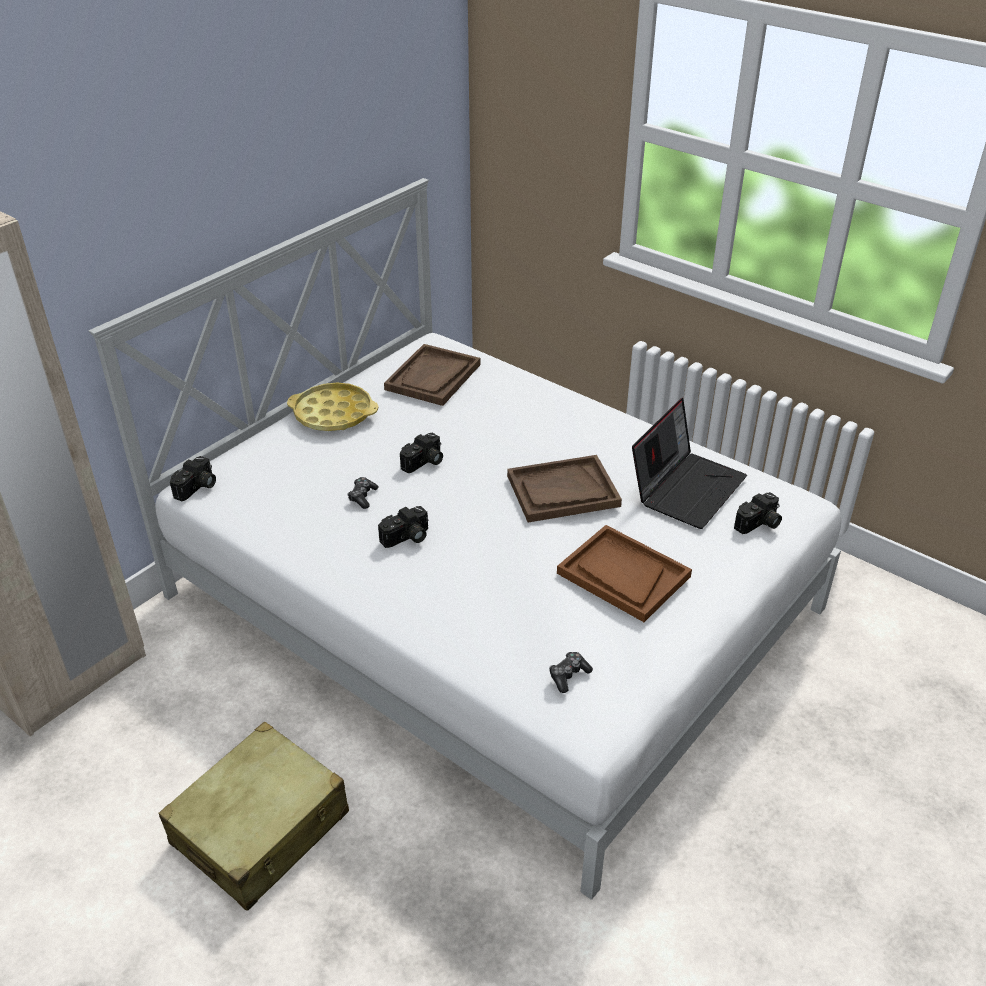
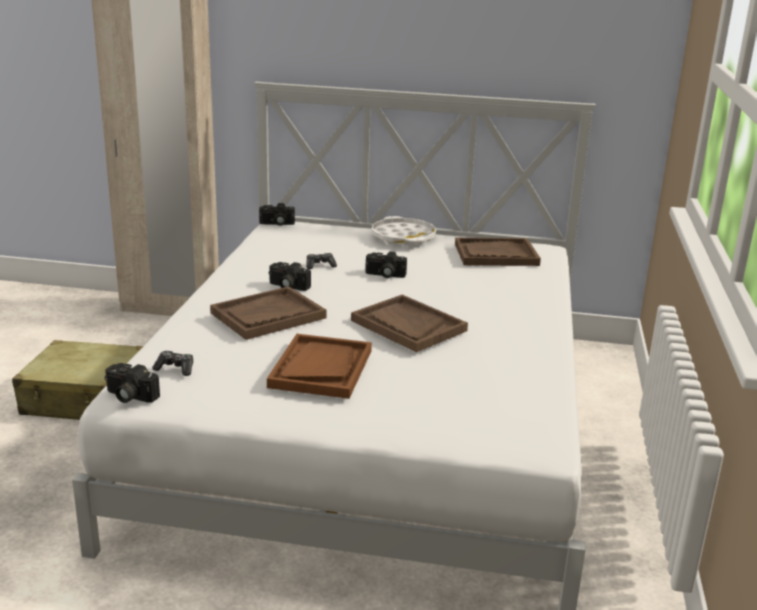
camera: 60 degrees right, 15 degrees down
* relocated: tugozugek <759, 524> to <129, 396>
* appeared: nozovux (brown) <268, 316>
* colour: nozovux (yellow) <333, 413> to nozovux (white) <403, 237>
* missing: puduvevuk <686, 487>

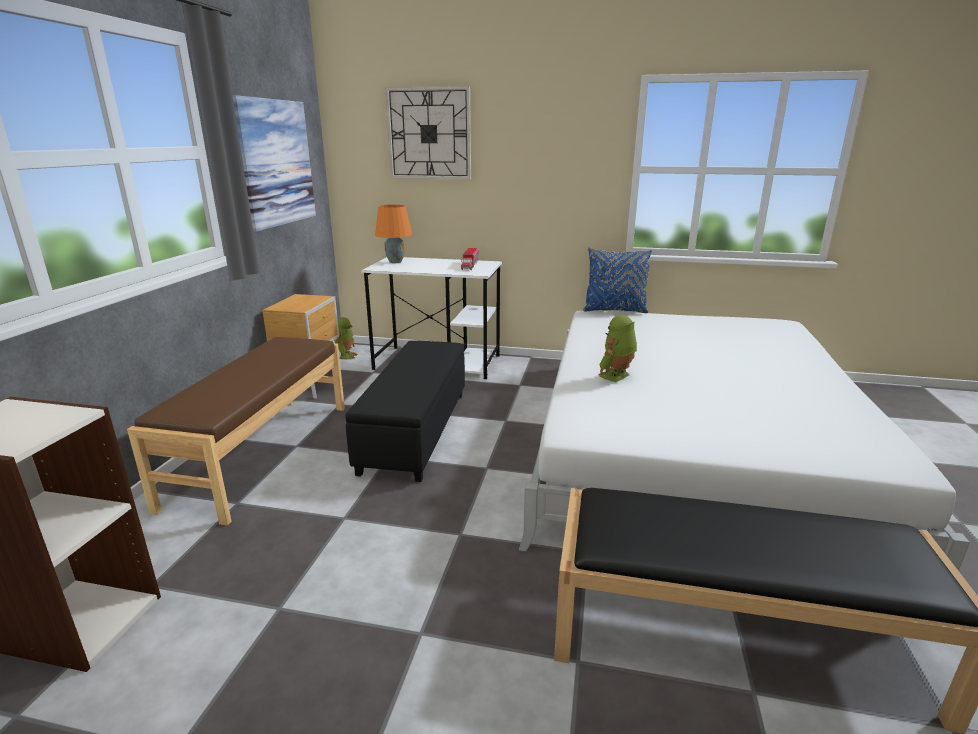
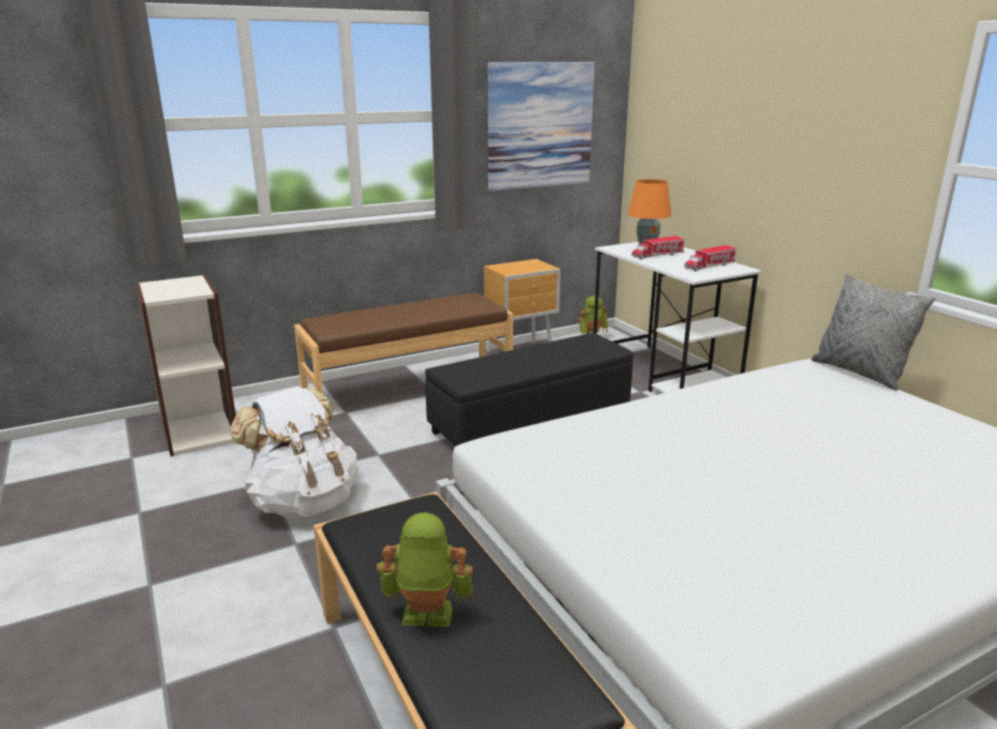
camera: 50 degrees right, 0 degrees up
* appeared: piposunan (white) <304, 501>
* relocated: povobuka <617, 377> to <426, 617>
* appeared: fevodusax <657, 255>
* colour: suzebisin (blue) <614, 310> to suzebisin (grey) <859, 373>
* missing: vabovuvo <429, 134>

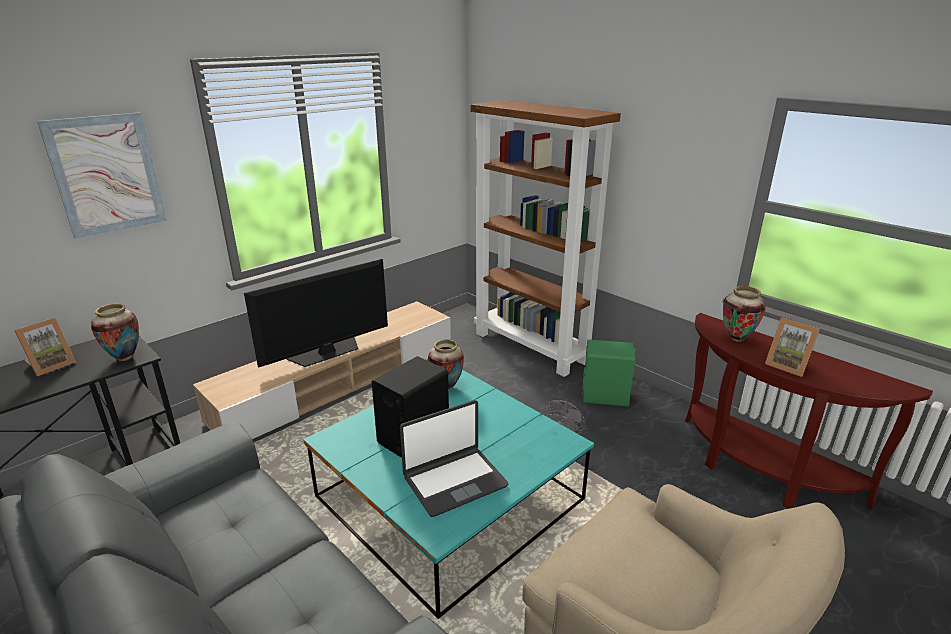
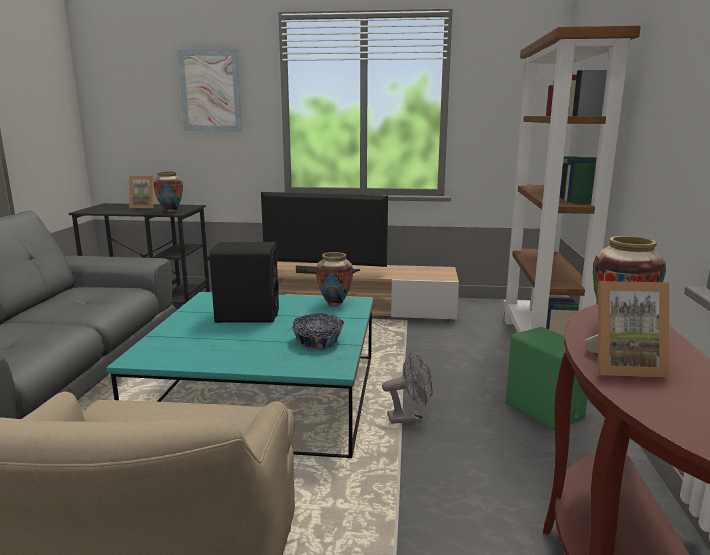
camera: 50 degrees right, 10 degrees down
* appeared: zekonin <317, 341>
* spun: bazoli <787, 365> = <623, 366> 90 degrees counterclockwise
* missing: puduvevuk <454, 481>

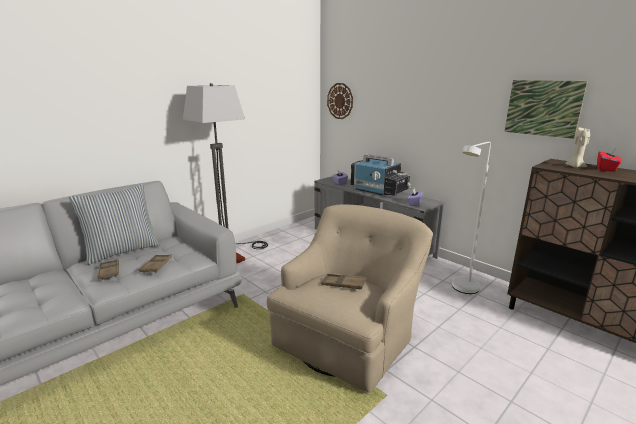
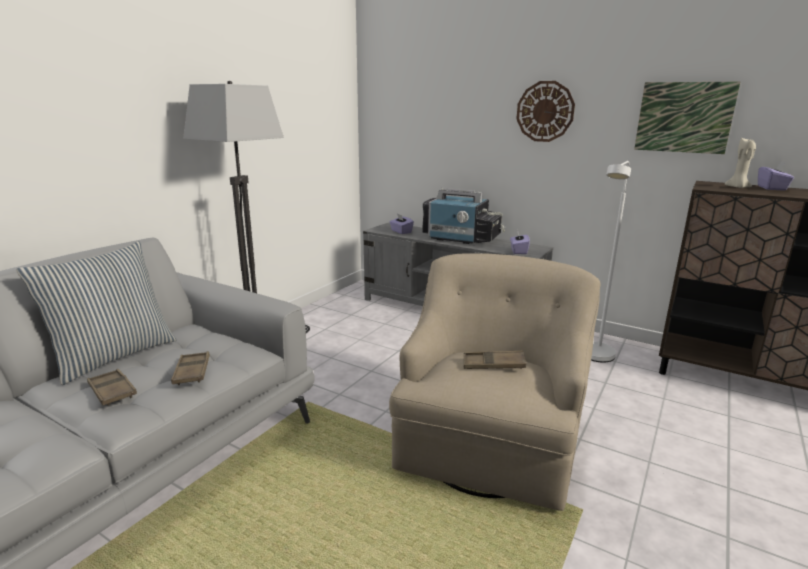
camera: 15 degrees left, 0 degrees up
* relocated: vabovuvo <340, 101> to <545, 111>
* colour: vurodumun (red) <606, 169> to vurodumun (purple) <772, 188>

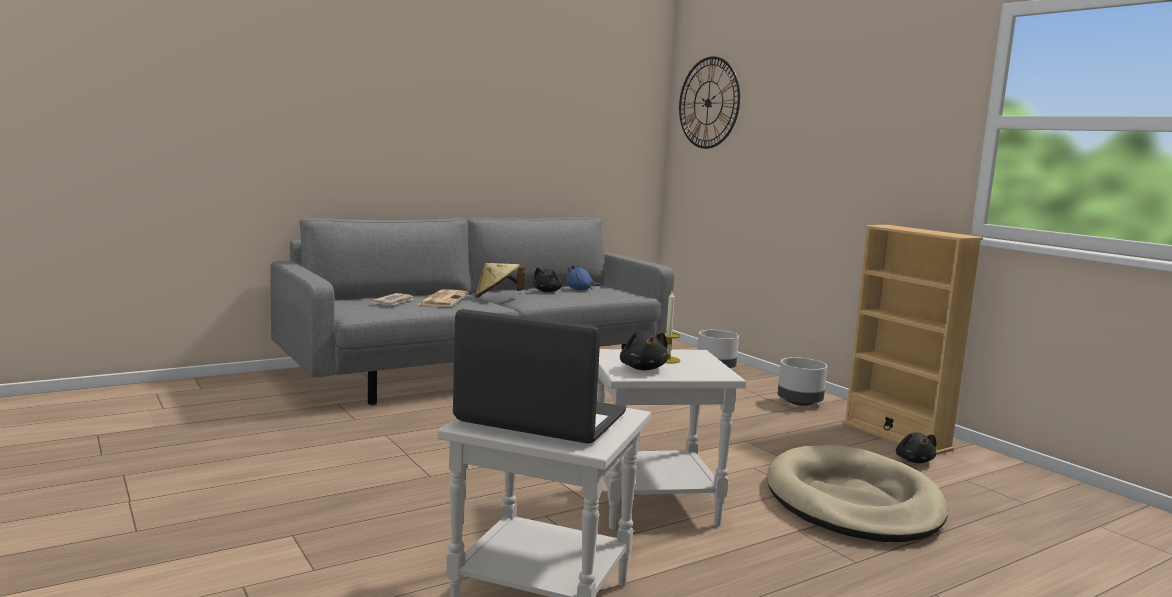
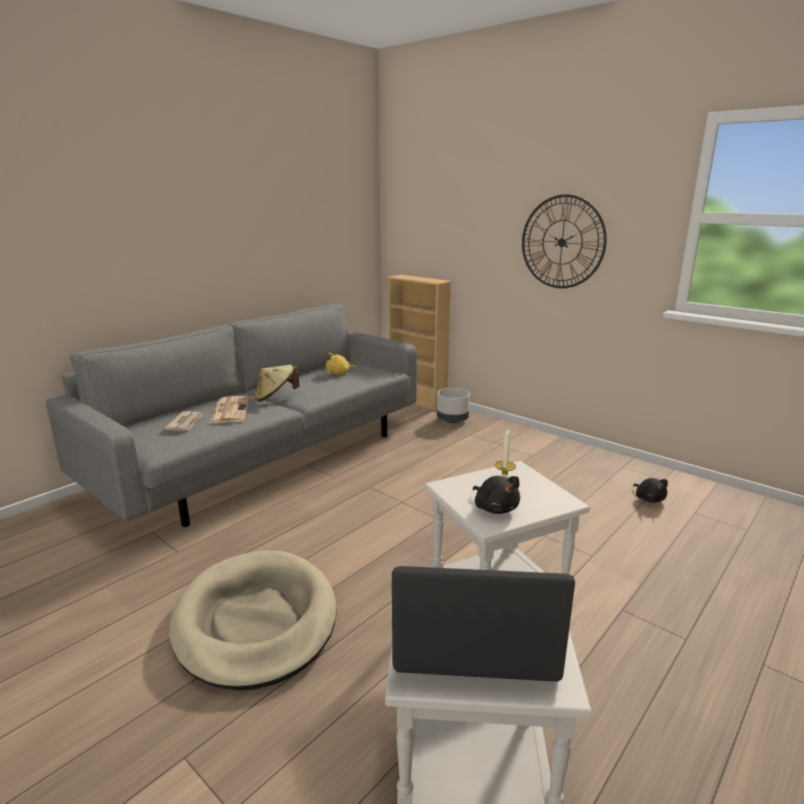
camera: 15 degrees left, 10 degrees up
* relocated: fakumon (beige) <853, 502> to <256, 622>
* colour: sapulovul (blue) <580, 290> to sapulovul (yellow) <339, 373>
* relocated: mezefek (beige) <895, 436> to <417, 400>
* relocated: vabovuvo <708, 103> to <562, 242>
* missing: sapulovul (black) <547, 291>
* missing: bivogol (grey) <800, 403>

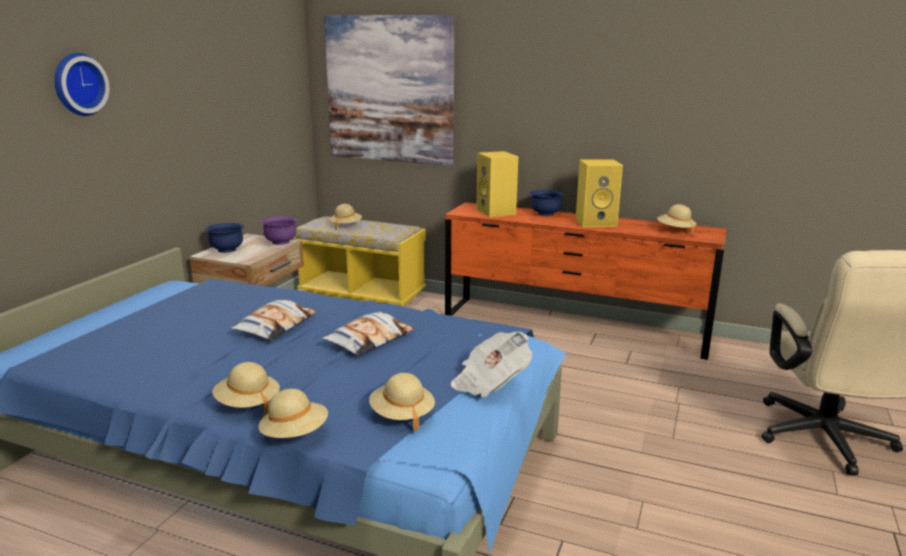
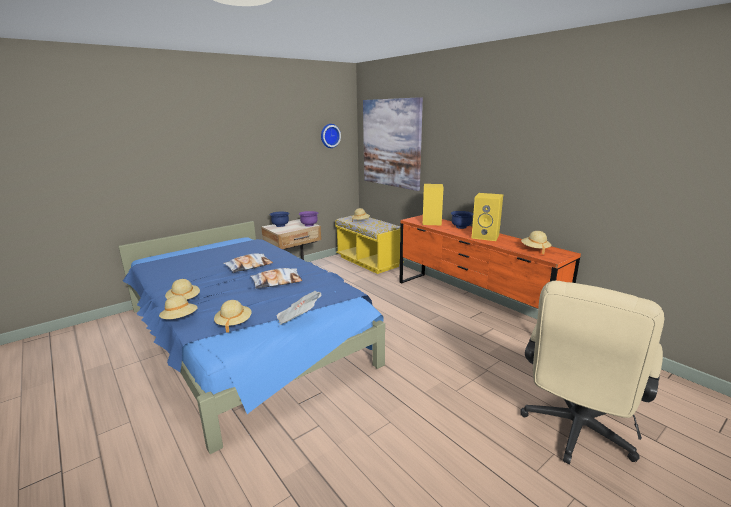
camera: 30 degrees right, 0 degrees up
* relocated: vabovuvo <78, 84> to <329, 136>

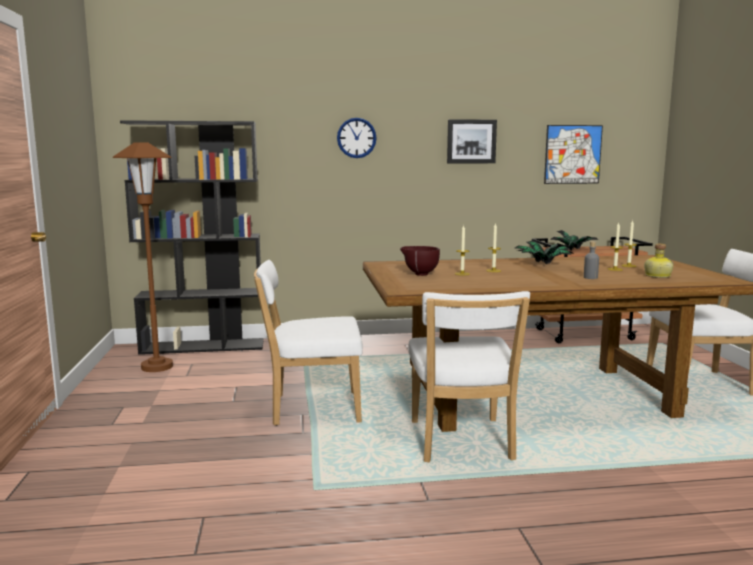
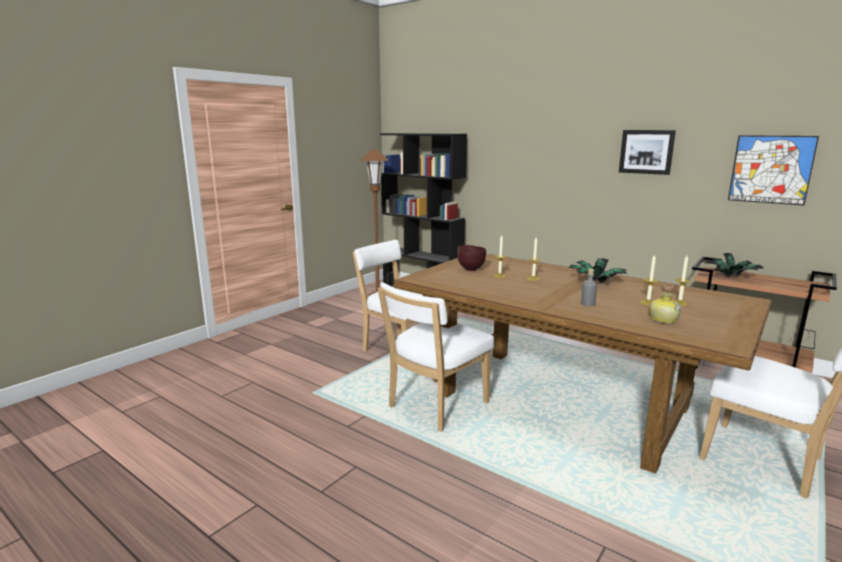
camera: 45 degrees right, 5 degrees up
* missing: vabovuvo <356, 138>

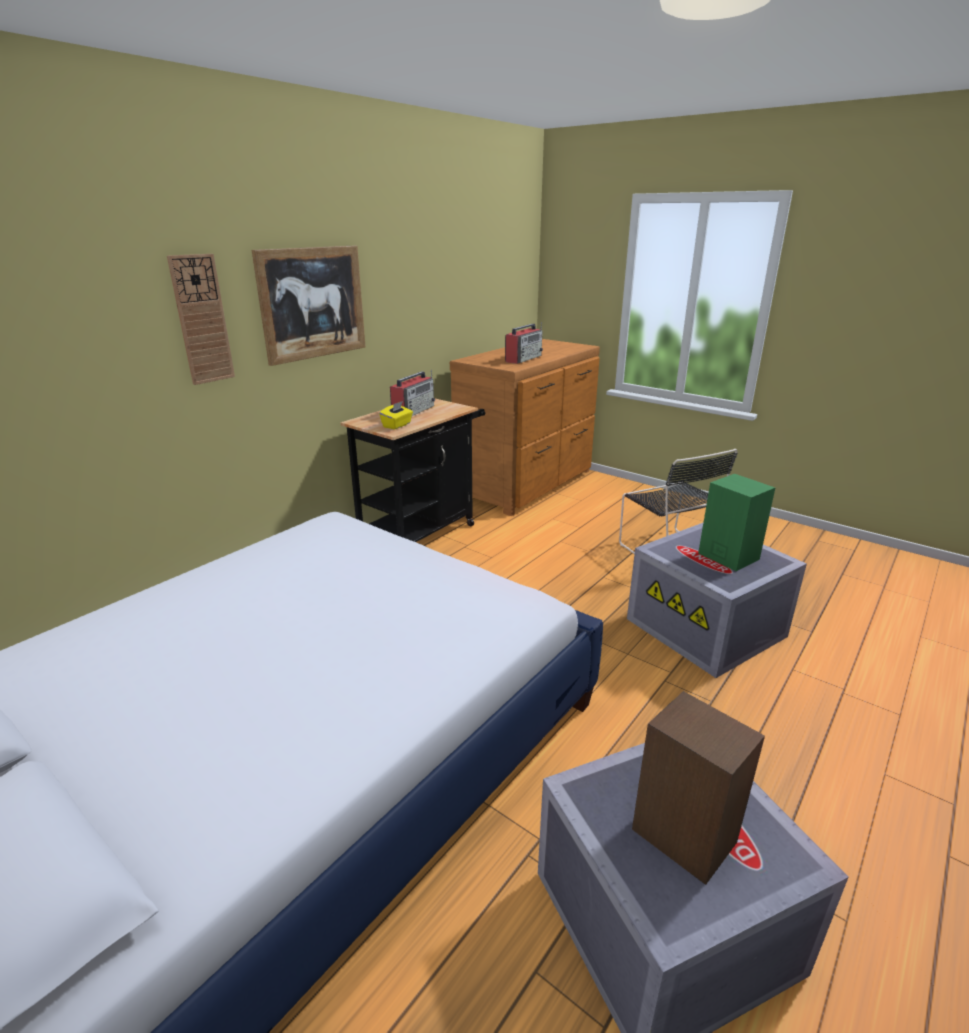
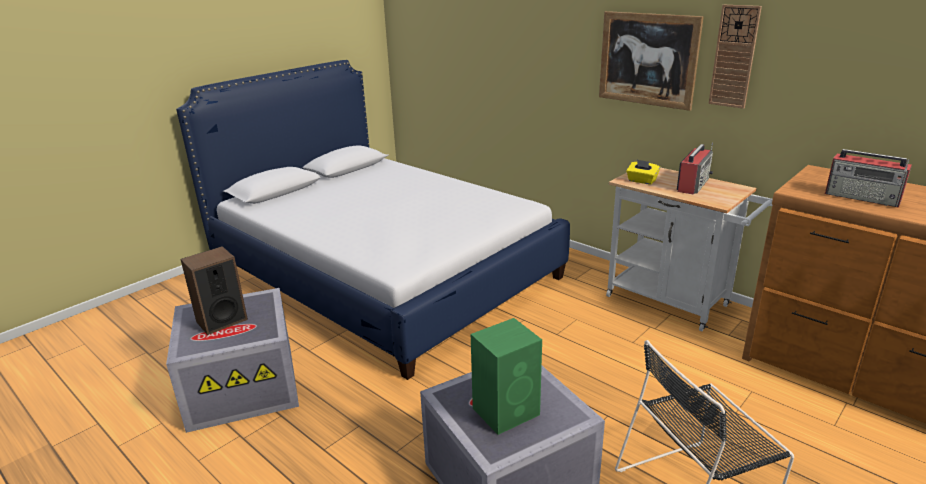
camera: 95 degrees right, 0 degrees up
* colour: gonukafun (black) <423, 531> to gonukafun (white) <674, 303>
* spun: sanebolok <414, 411> = <693, 184> 90 degrees counterclockwise
* relocated: vabovuvo <202, 320> to <734, 57>

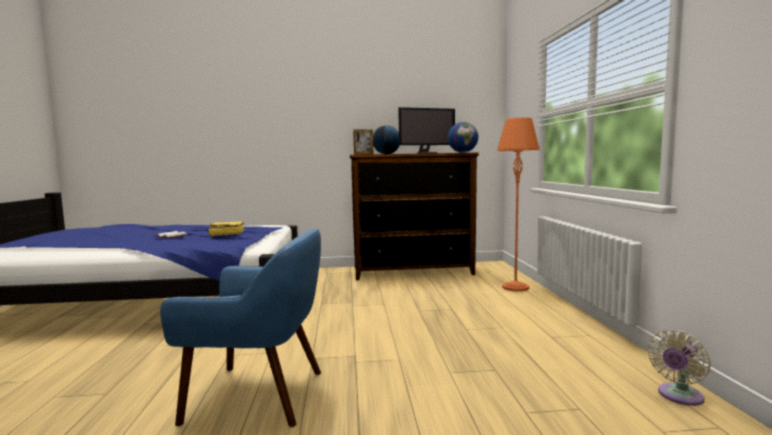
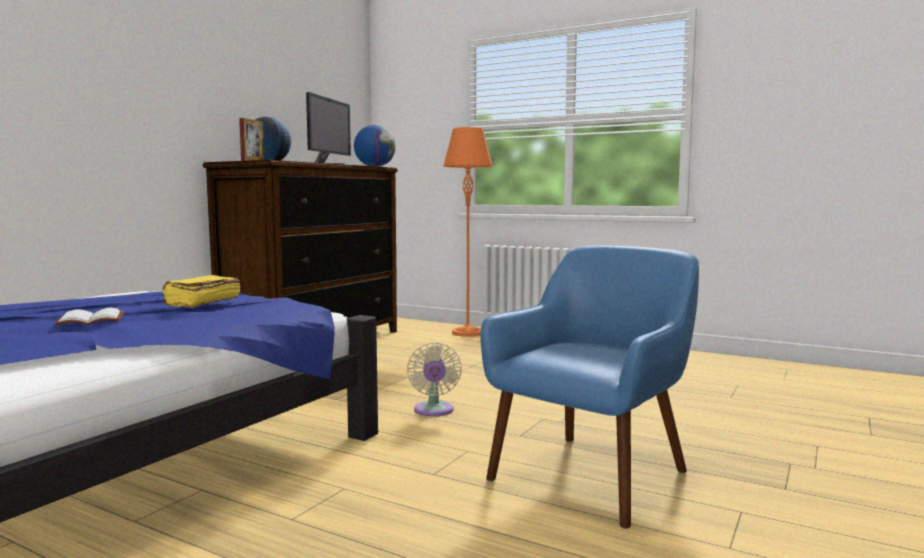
camera: 55 degrees left, 0 degrees up
* relocated: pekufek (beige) <678, 396> to <434, 411>

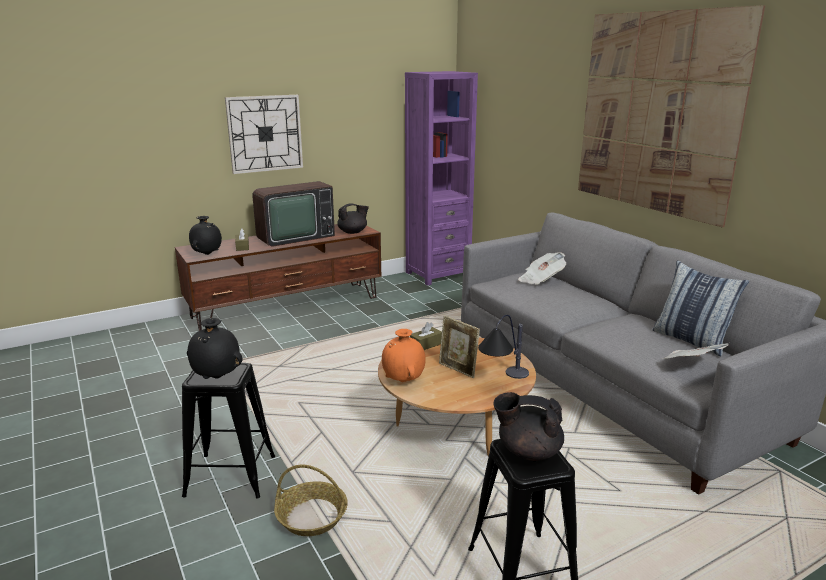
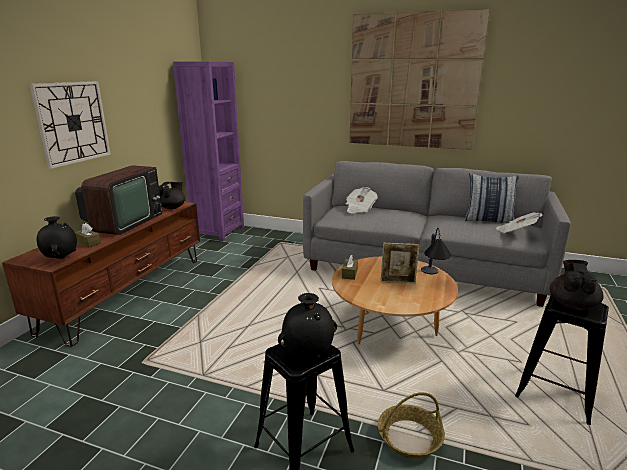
camera: 40 degrees left, 0 degrees up
* spun: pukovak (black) <528, 451> = <572, 305> 135 degrees clockwise
* missing: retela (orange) <403, 381>

